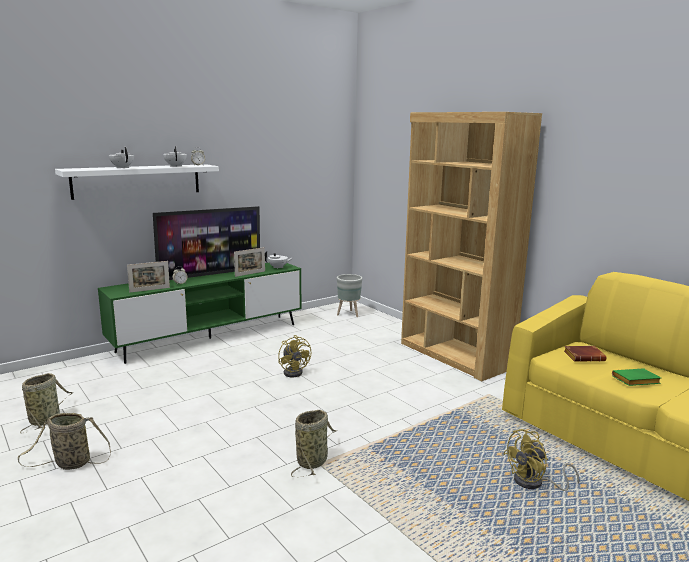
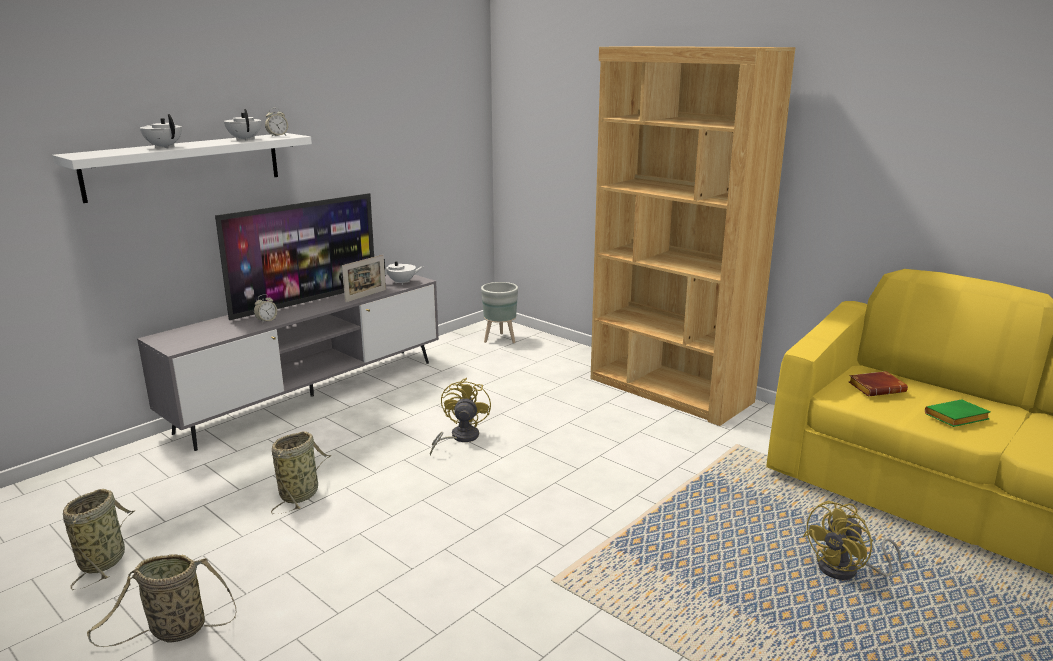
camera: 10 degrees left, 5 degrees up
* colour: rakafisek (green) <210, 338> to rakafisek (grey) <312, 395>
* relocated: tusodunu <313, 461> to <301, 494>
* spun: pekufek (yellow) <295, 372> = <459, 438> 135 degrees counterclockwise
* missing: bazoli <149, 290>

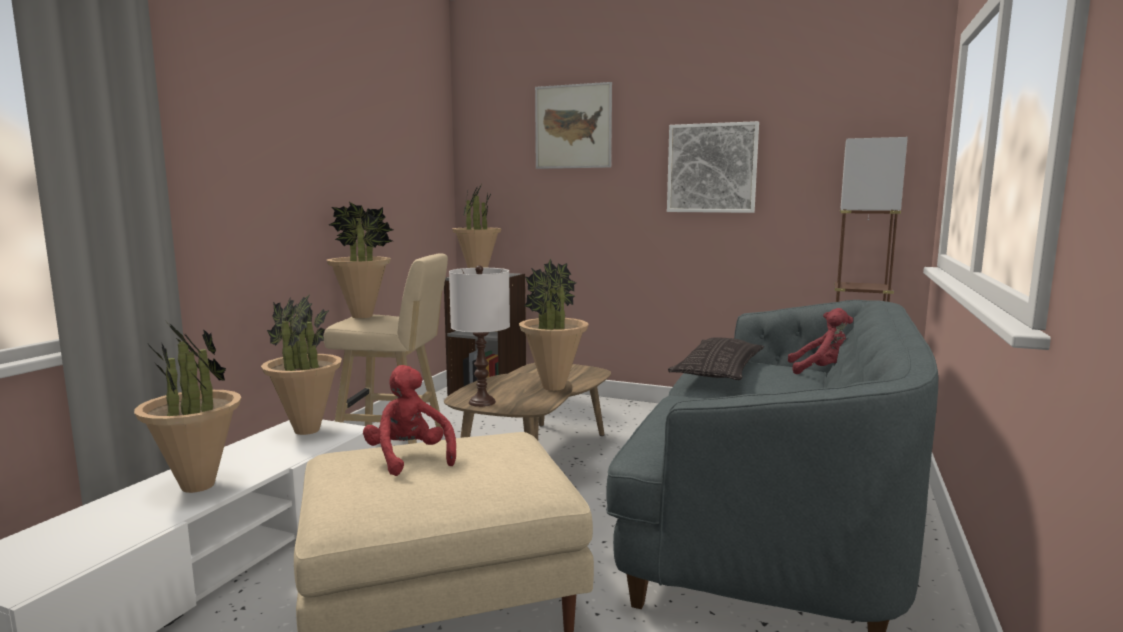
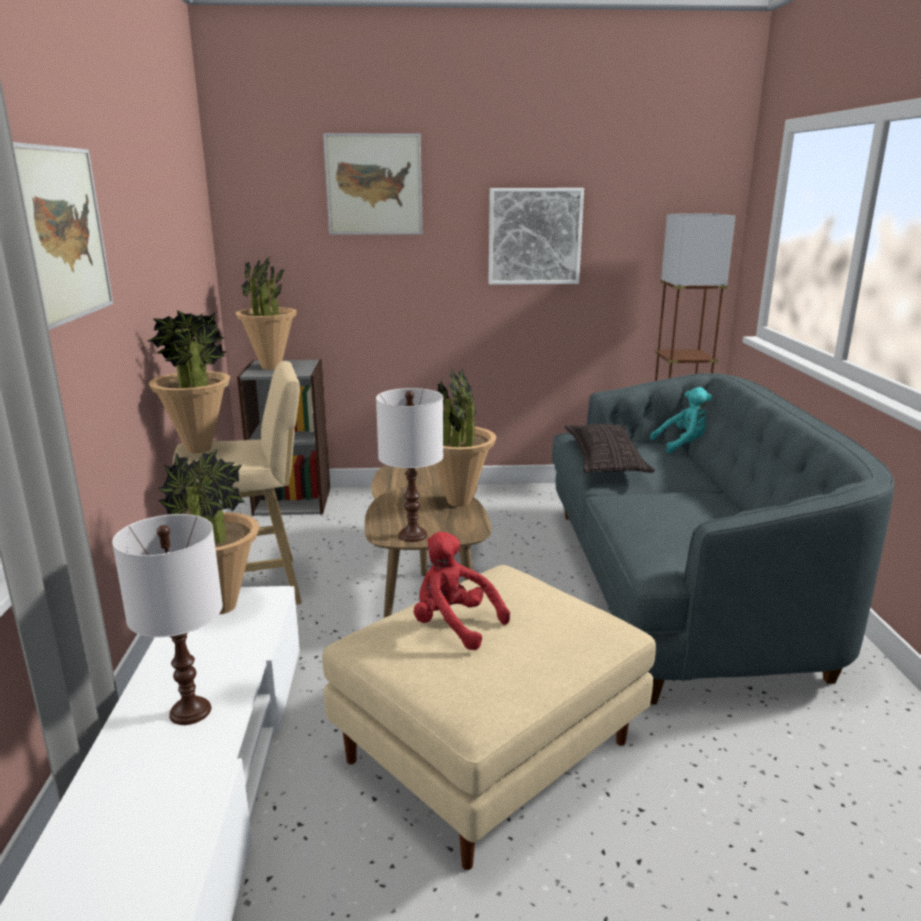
camera: 25 degrees left, 10 degrees up
* appeared: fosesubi <64, 234>
* exchanged: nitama <198, 486> to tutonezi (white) <191, 711>
* colour: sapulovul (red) <821, 370> to sapulovul (turquoise) <683, 445>

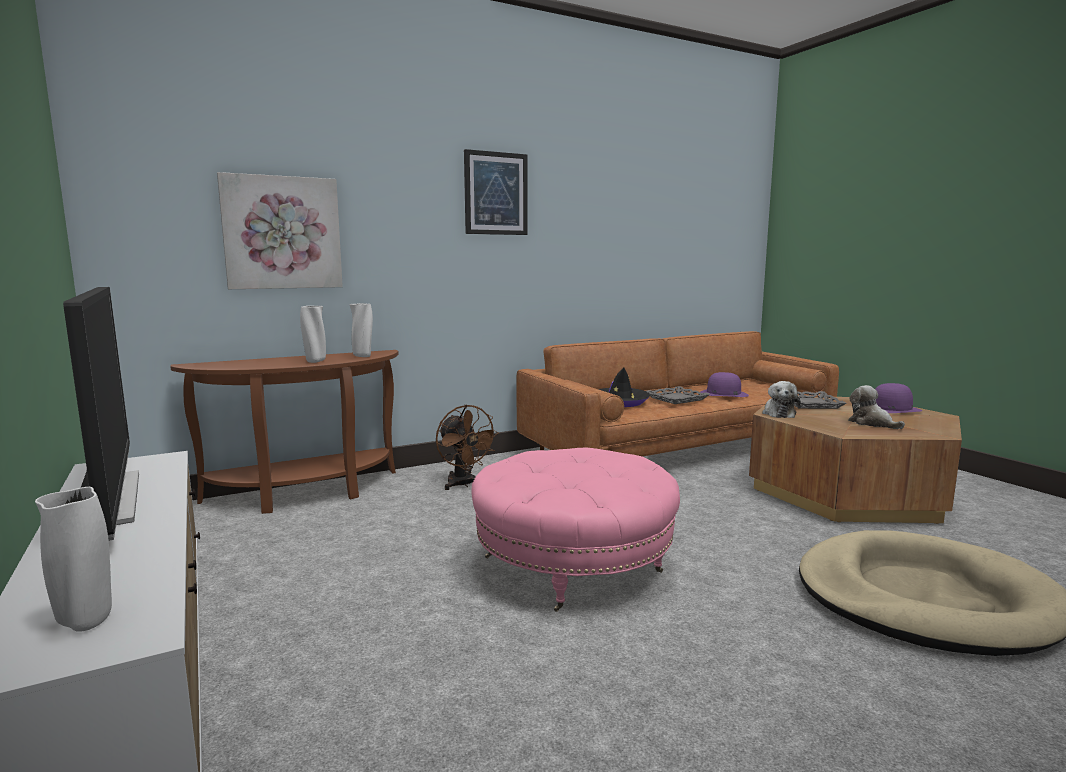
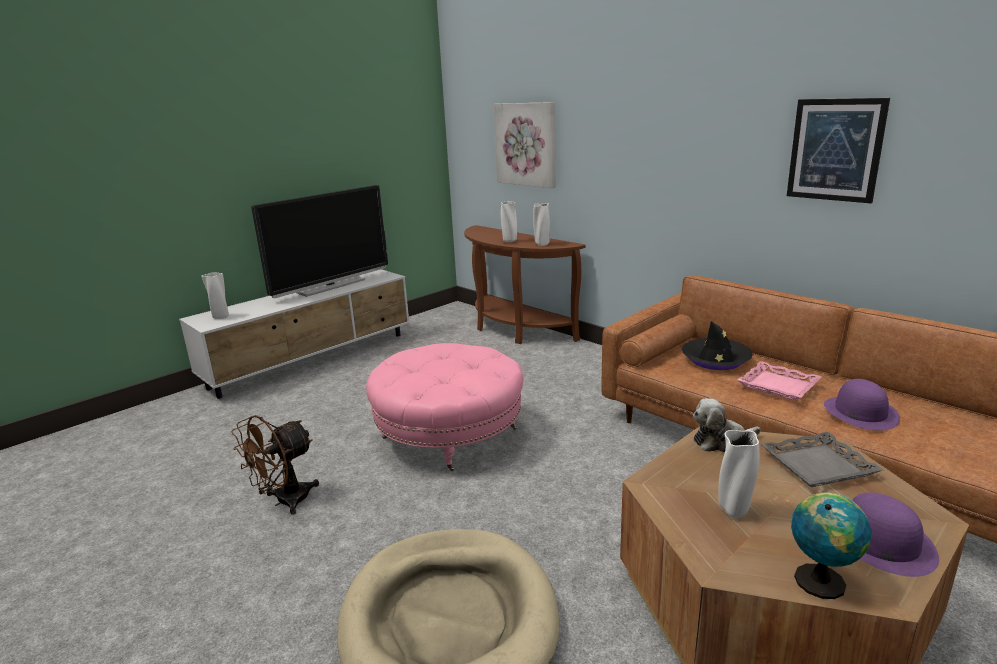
camera: 75 degrees right, 10 degrees up
* relocated: pekufek (brown) <463, 484> to <284, 501>
* exchanged: sapulovul <872, 423> to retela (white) <734, 510>
* colour: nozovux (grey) <677, 399> to nozovux (pink) <777, 386>
* relocated: fosesubi <495, 193> to <835, 150>
* appeared: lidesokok <821, 579>

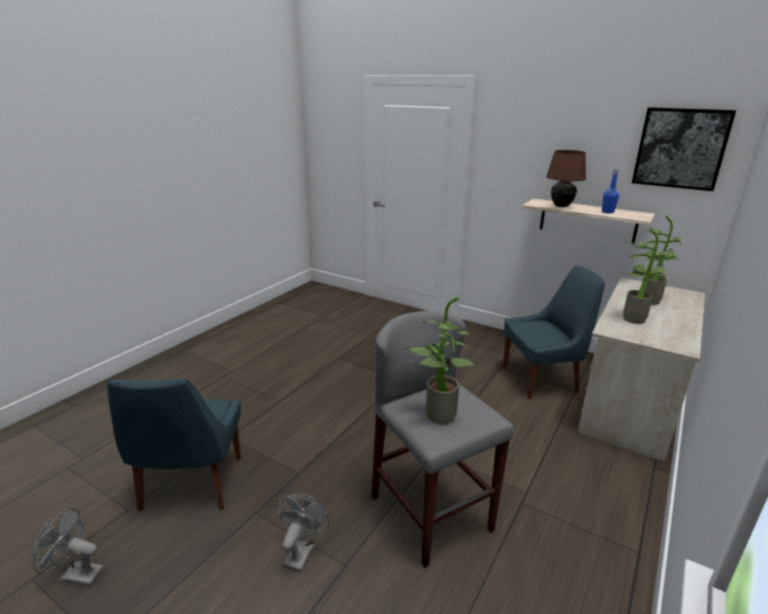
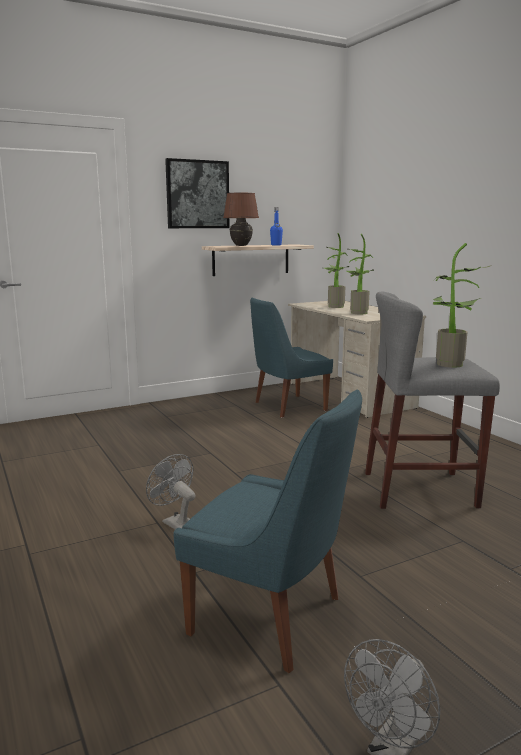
camera: 60 degrees left, 10 degrees down
* relocated: pekufek (grey) <301, 551> to <175, 523>
* relocated: fosesubi <680, 148> to <197, 194>
* spun: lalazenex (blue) <542, 379> = <287, 406> 135 degrees counterclockwise

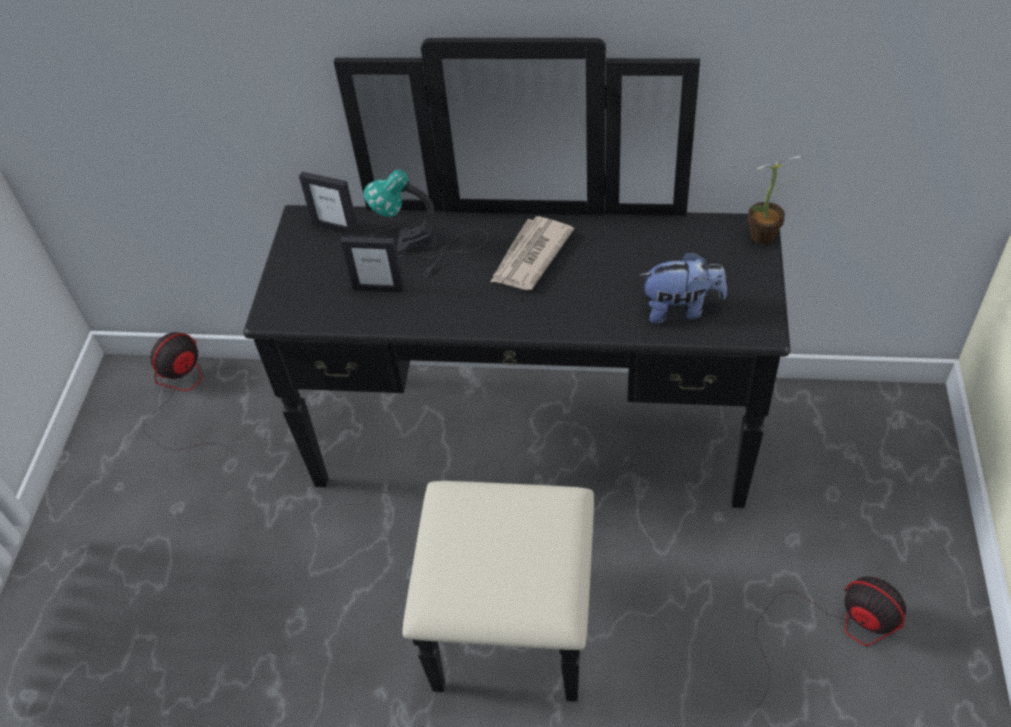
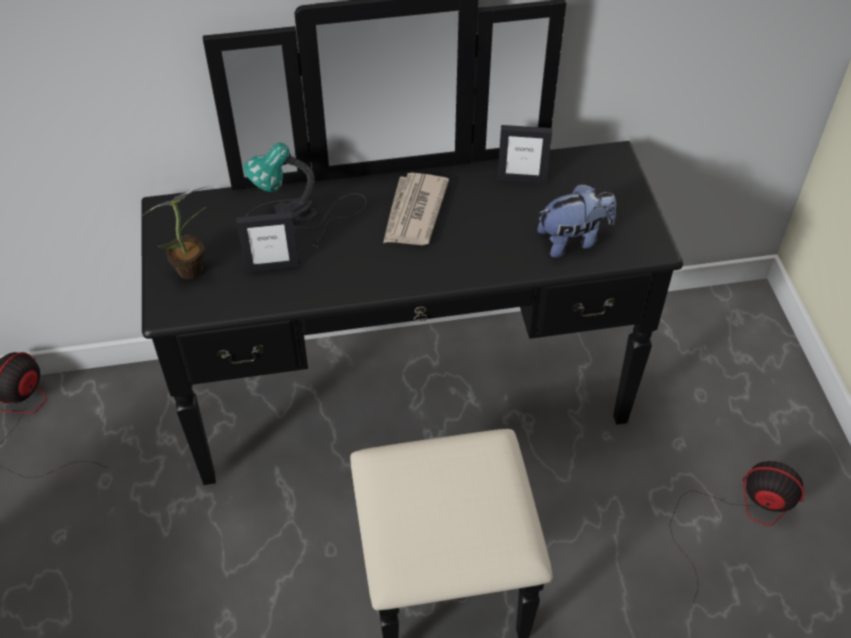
camera: 20 degrees left, 0 degrees up
* relocated: nitama <767, 235> to <194, 268>
* relocated: bazoli <335, 227> to <521, 178>

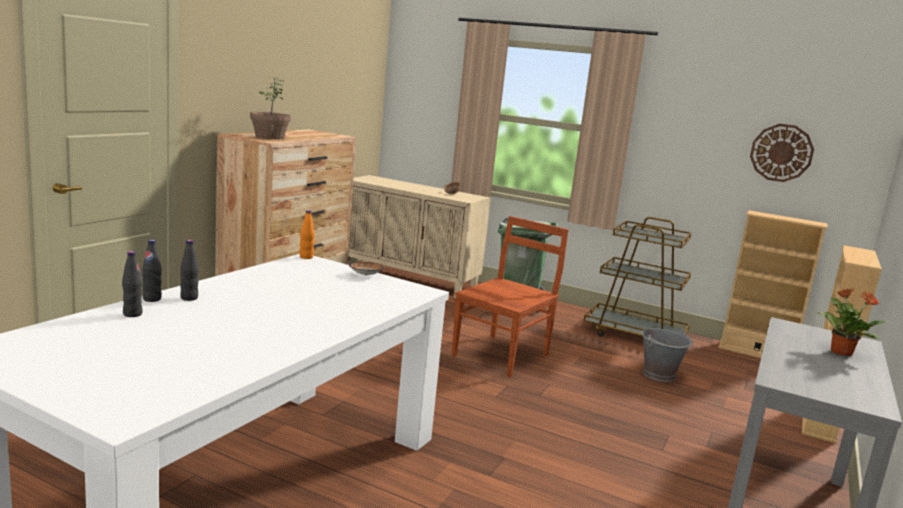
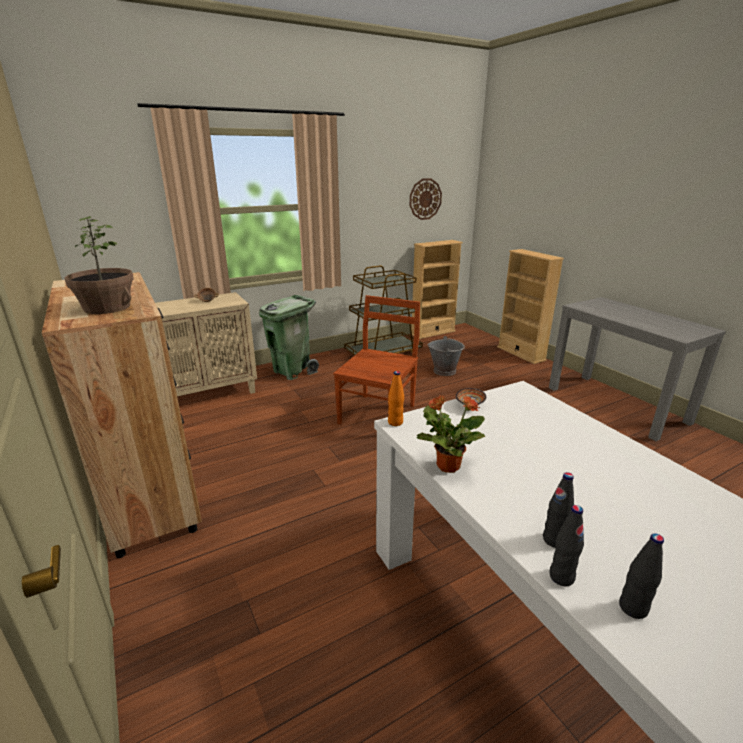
camera: 55 degrees left, 10 degrees up
* spun: lalazenex (brown) <502, 354> = <378, 413> 45 degrees clockwise
* relocated: nitama <840, 352> to <447, 465>

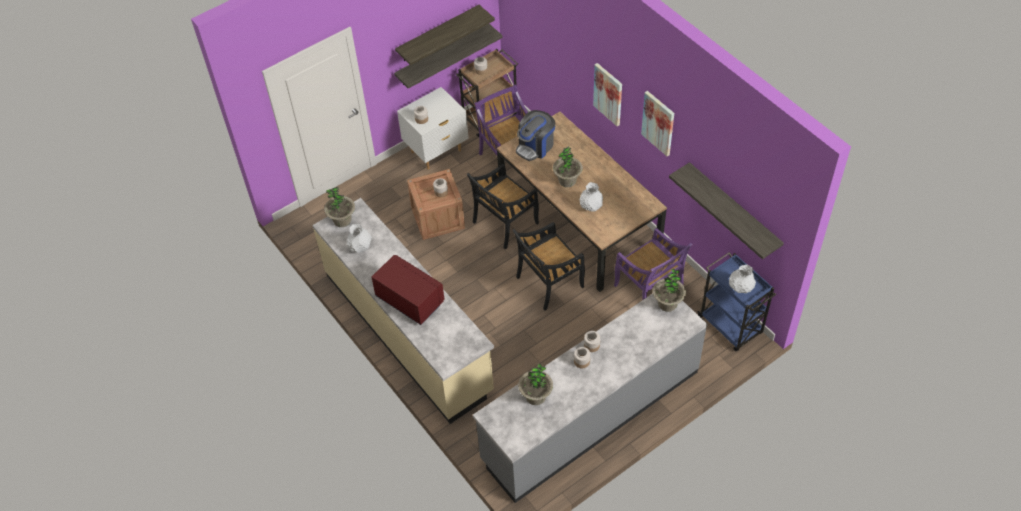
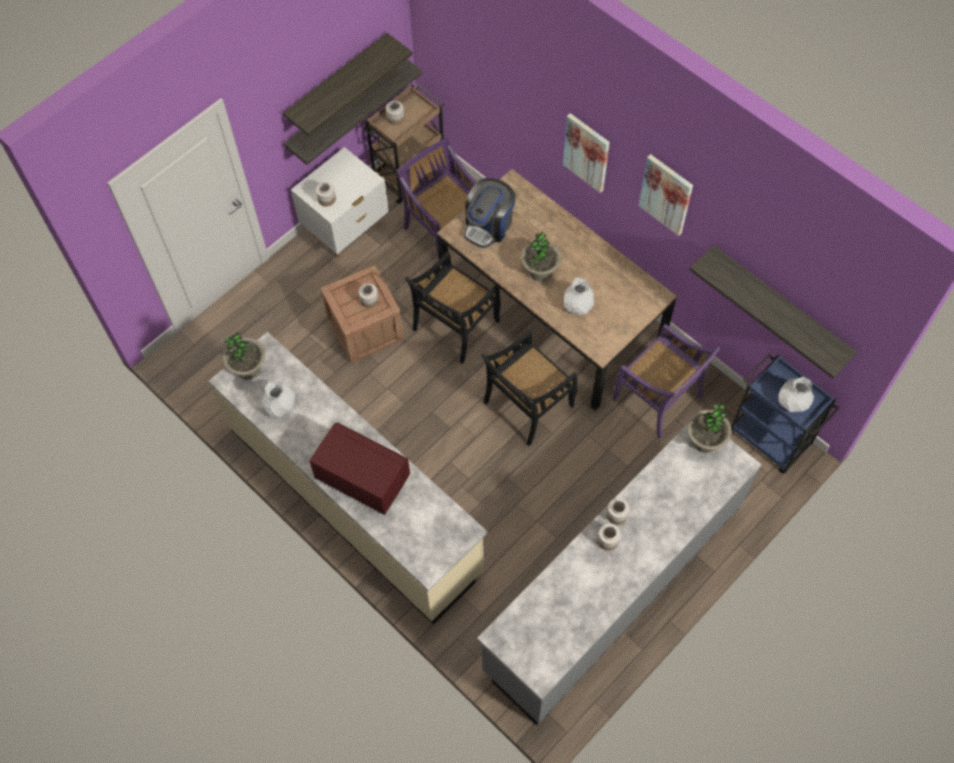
camera: 10 degrees left, 10 degrees up
* missing: nitama <536, 396>

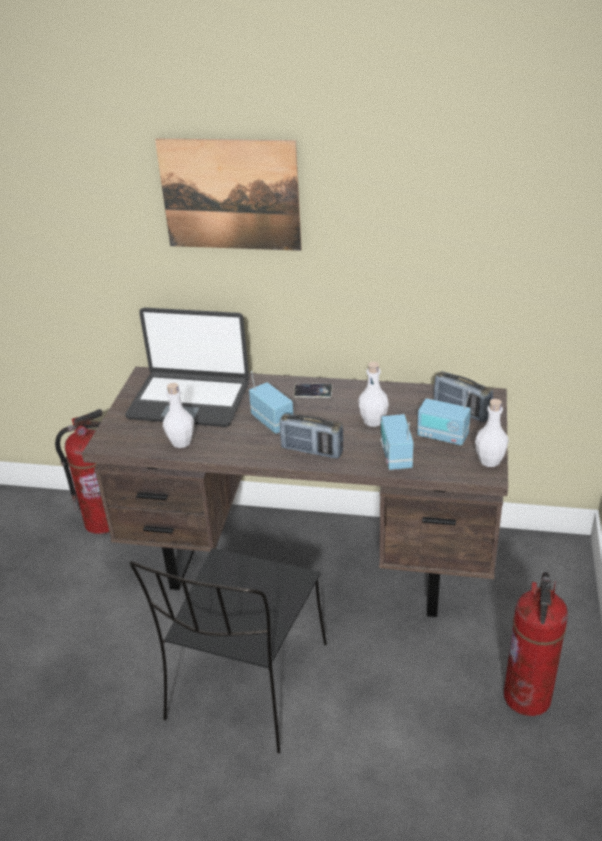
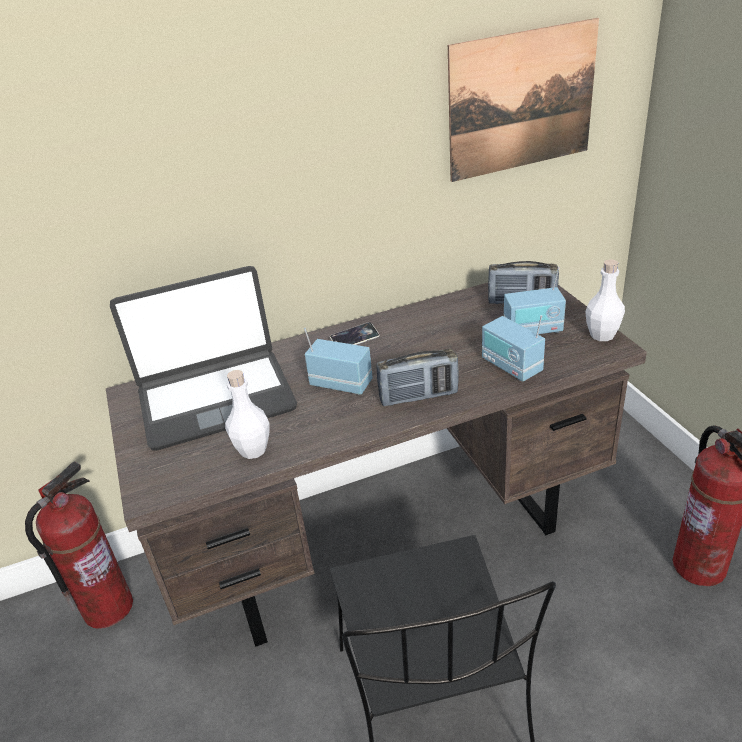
camera: 30 degrees left, 0 degrees up
* relocated: fosesubi <230, 195> to <522, 101>
* missing: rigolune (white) <373, 421>

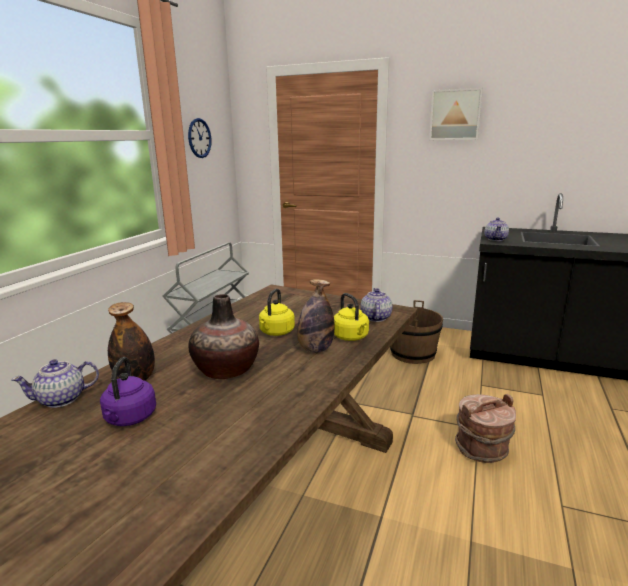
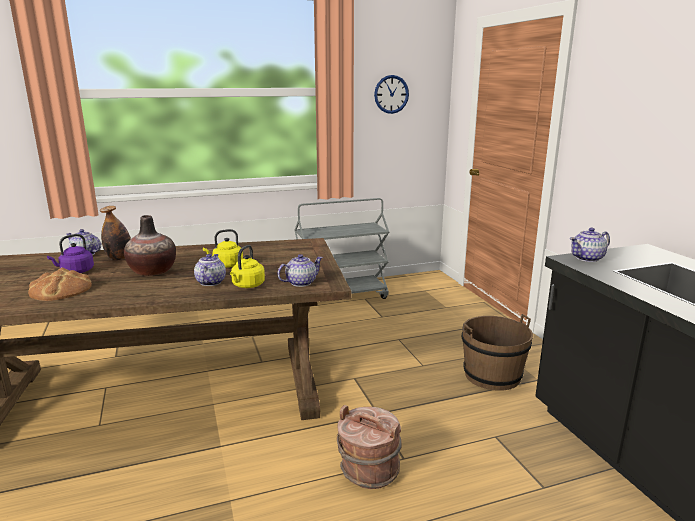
camera: 50 degrees right, 0 degrees up
* appeared: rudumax <61, 290>
* exchanged: rigolune <315, 349> to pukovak <210, 282>
* missing: fosesubi <455, 115>

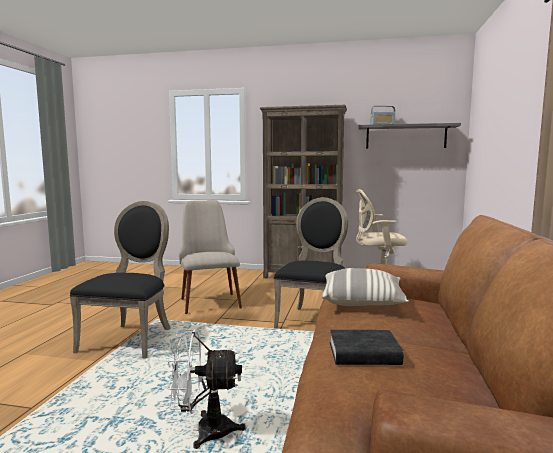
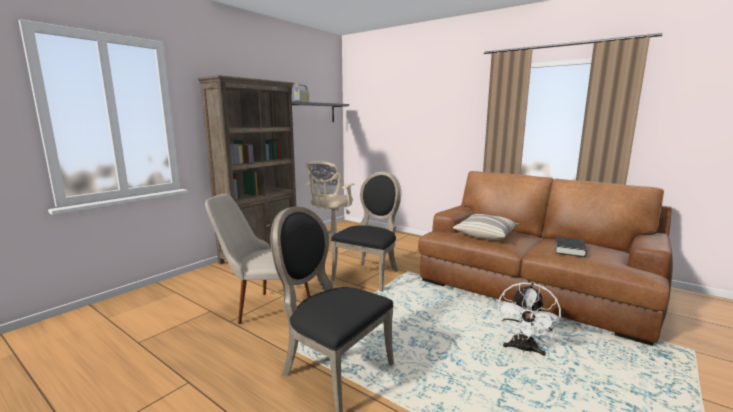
camera: 65 degrees left, 5 degrees up
* spun: lalazenex (black) <315, 319> = <369, 275> 75 degrees clockwise

